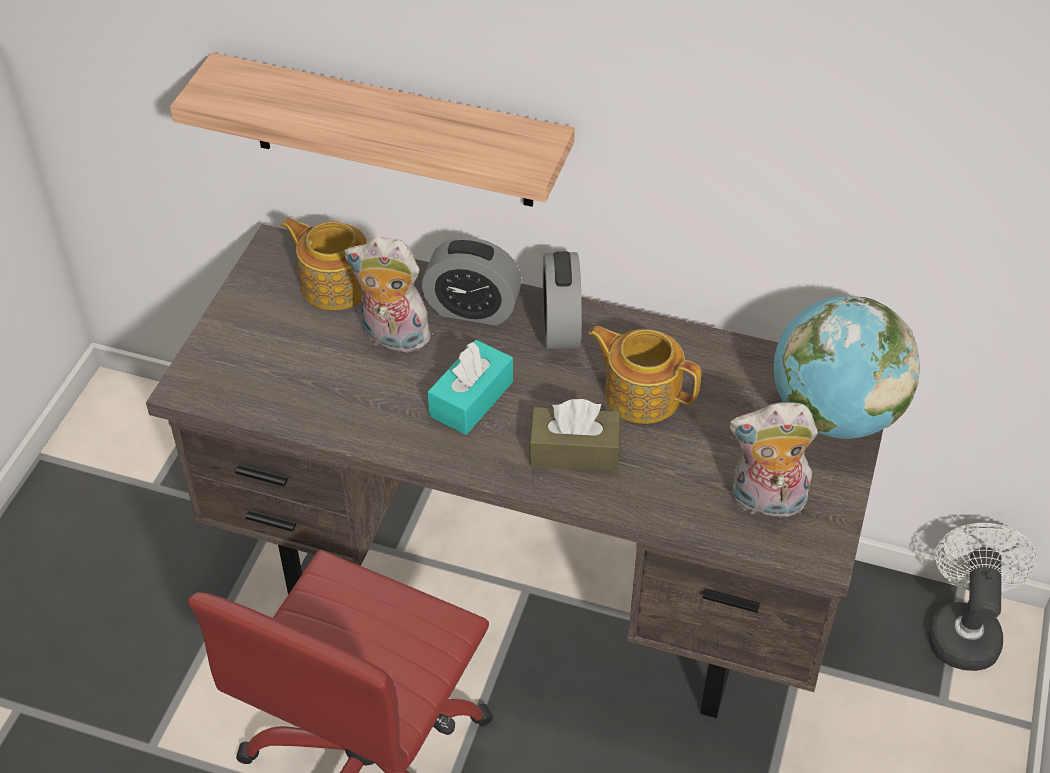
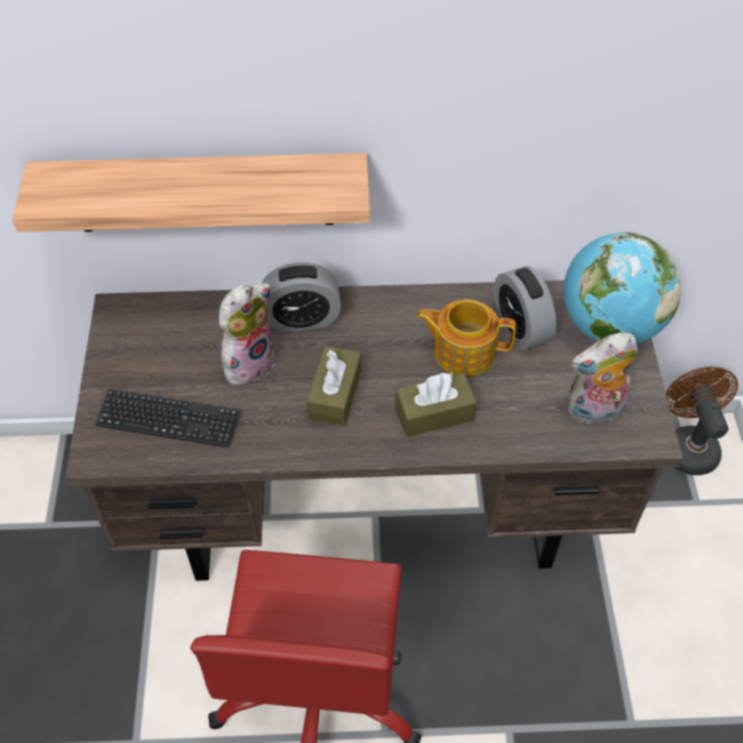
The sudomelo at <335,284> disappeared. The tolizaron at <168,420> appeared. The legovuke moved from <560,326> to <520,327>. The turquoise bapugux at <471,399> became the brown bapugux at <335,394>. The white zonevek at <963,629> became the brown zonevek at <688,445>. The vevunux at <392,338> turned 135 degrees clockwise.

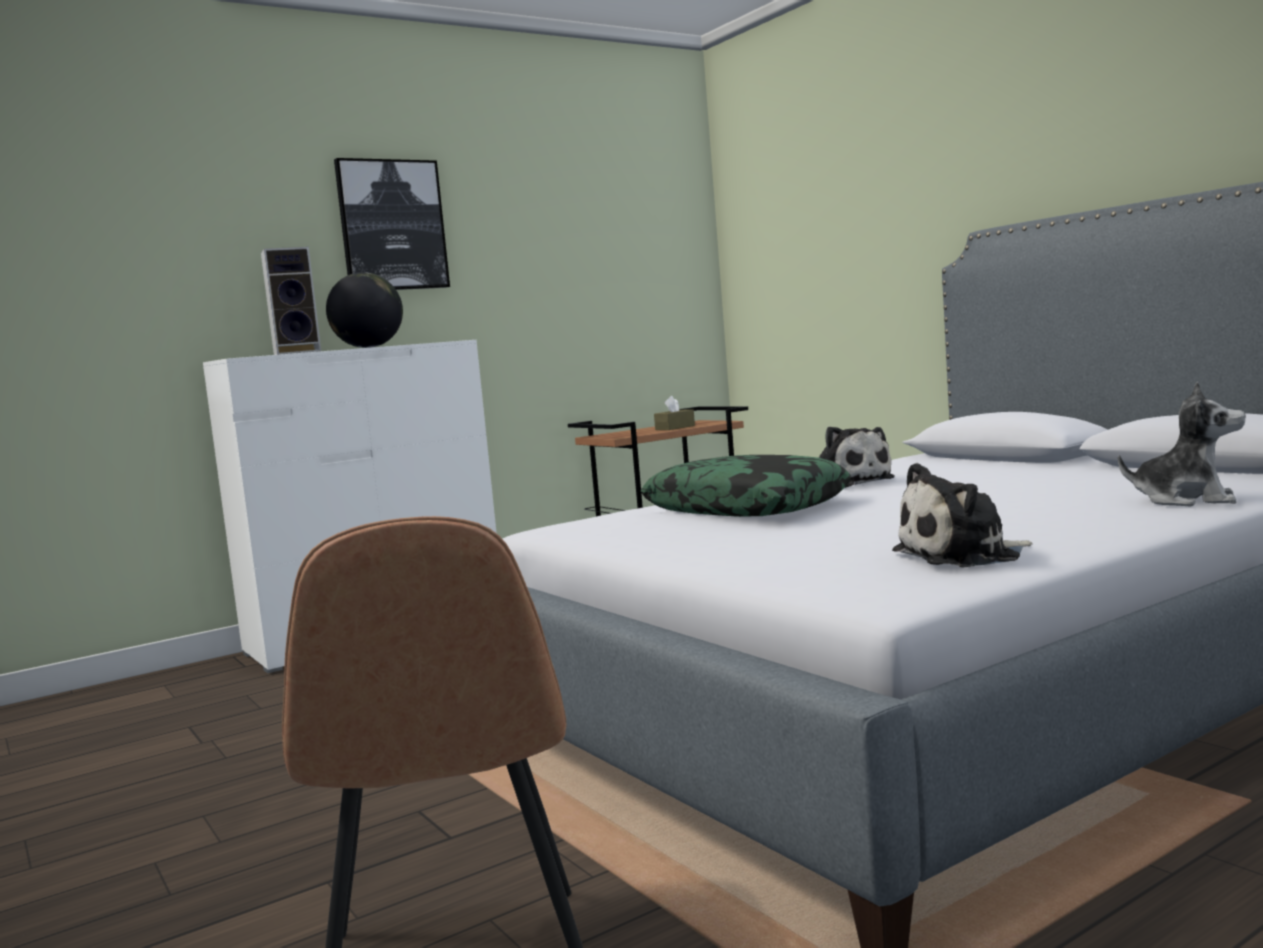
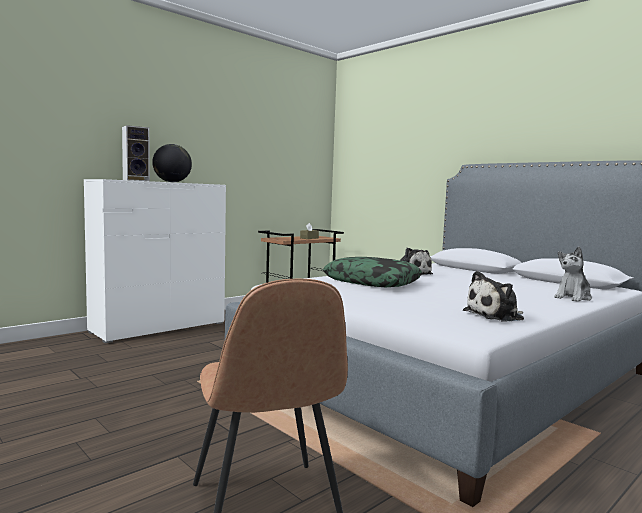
The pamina at <392,225> disappeared. The vevunux at <1186,500> turned 120 degrees clockwise.

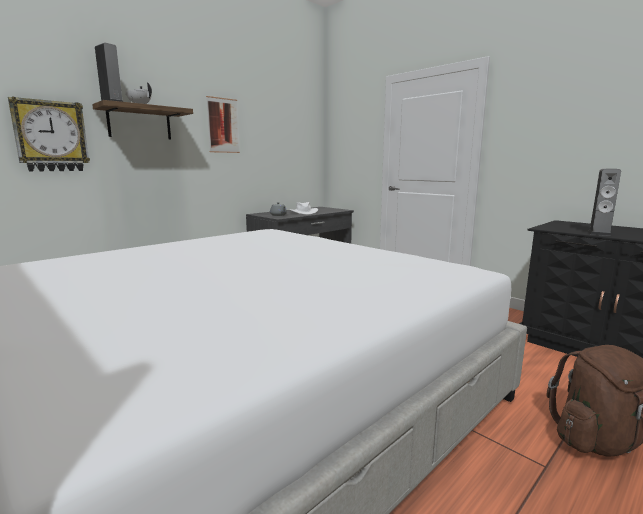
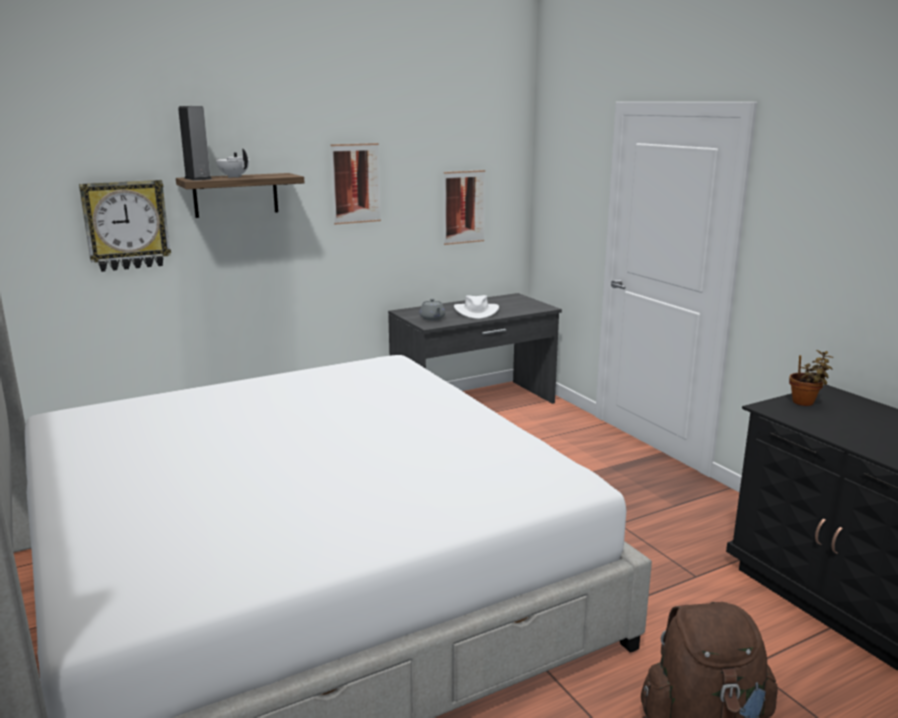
The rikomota at <599,233> disappeared. The pamina at <464,207> appeared. The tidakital at <805,403> appeared.

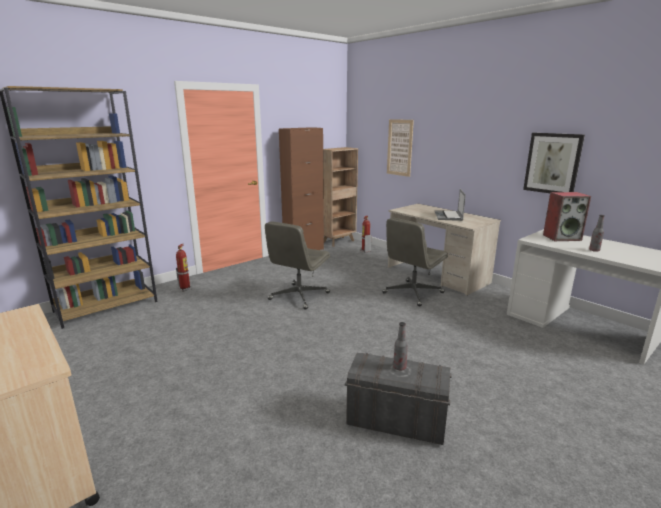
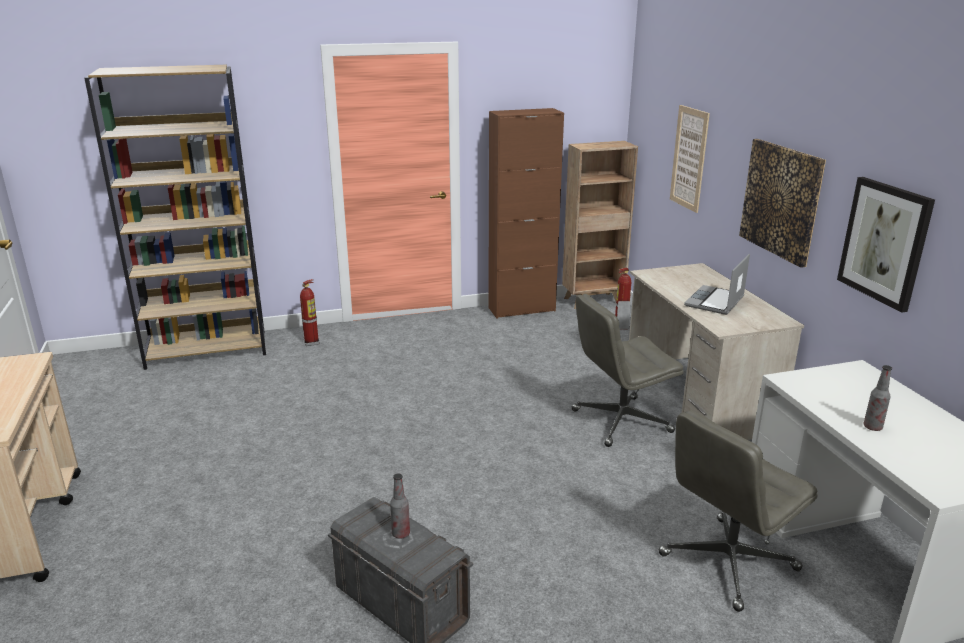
The rikomota at <562,237> disappeared. The pamina at <781,200> appeared. The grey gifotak moved from <299,296> to <727,563>.

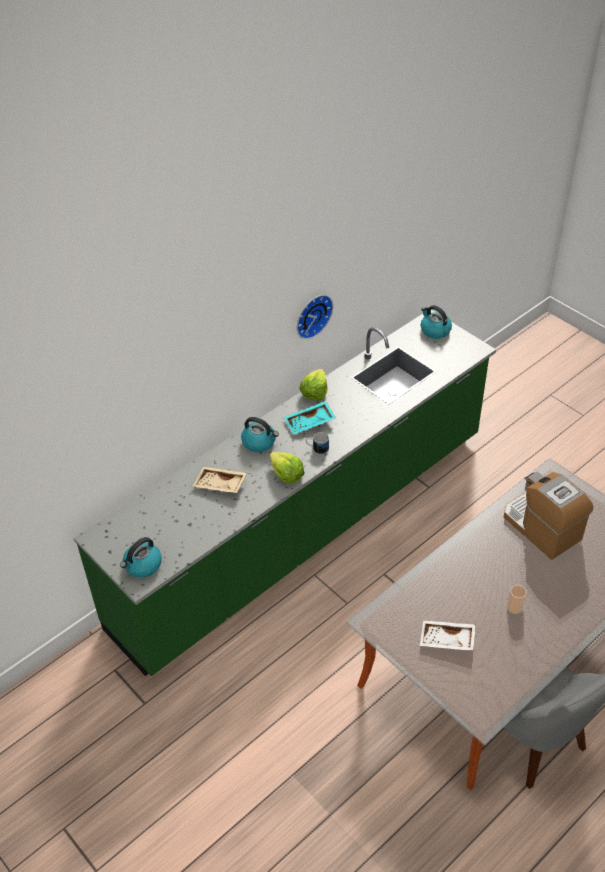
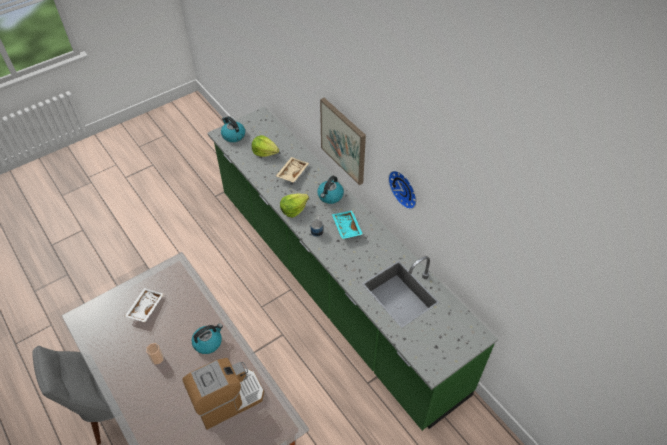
The pamina at <343,140> appeared. The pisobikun moved from <314,392> to <265,152>. The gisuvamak moved from <434,330> to <208,342>.

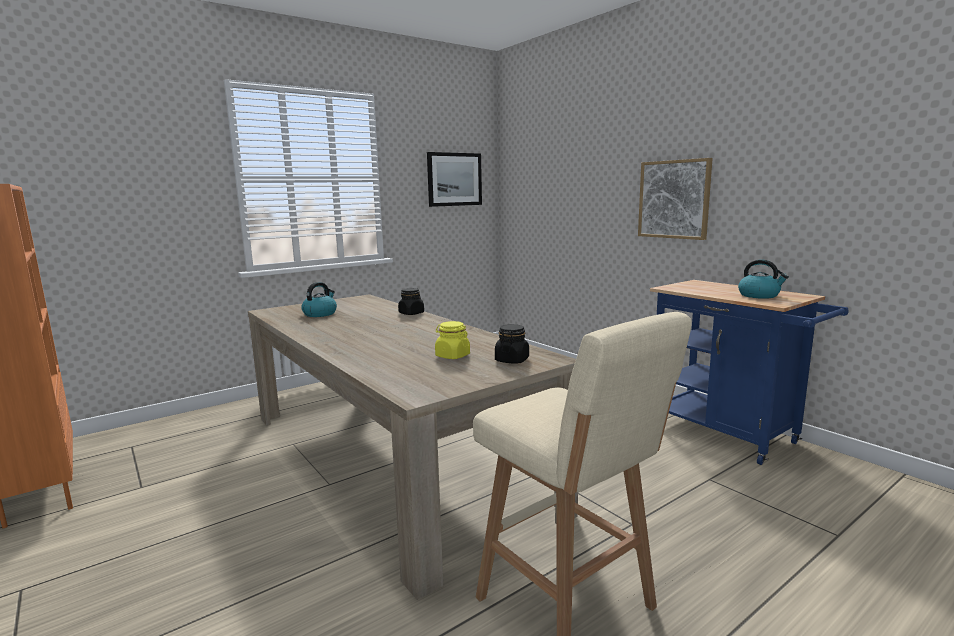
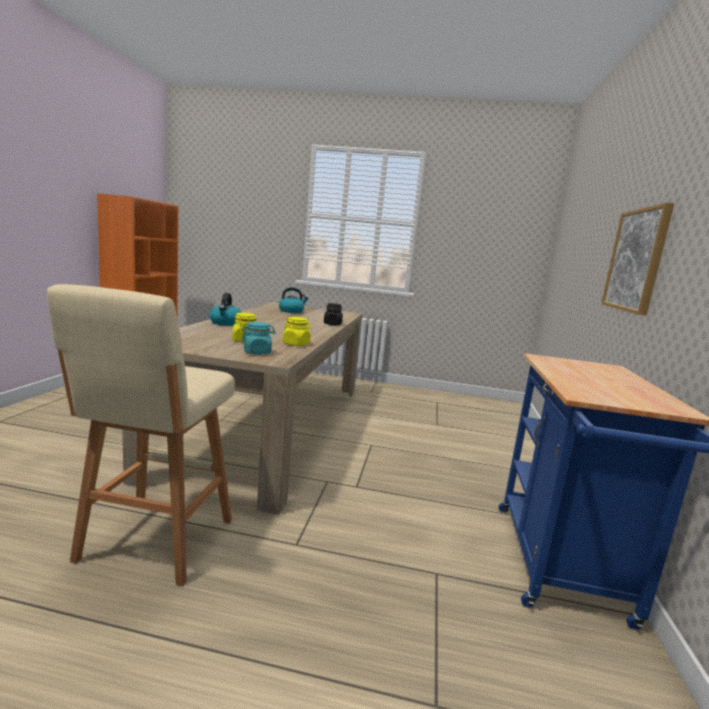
The pamina at <454,179> disappeared. The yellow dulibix at <296,344> appeared. The gisuvamak moved from <759,295> to <226,323>. The black dulibix at <512,360> became the turquoise dulibix at <257,352>.

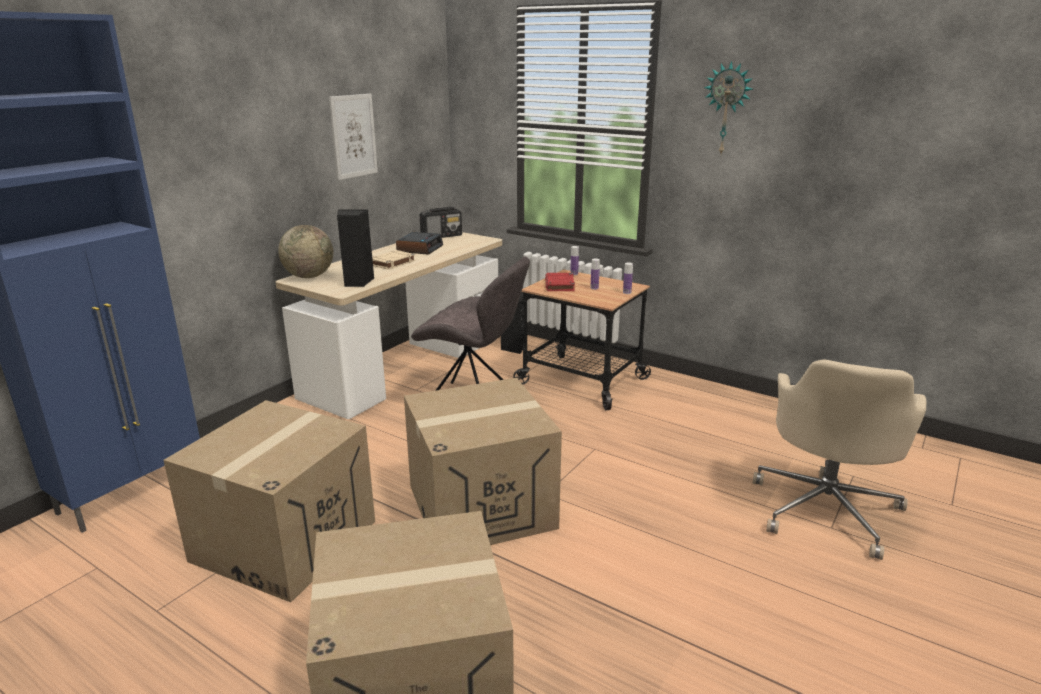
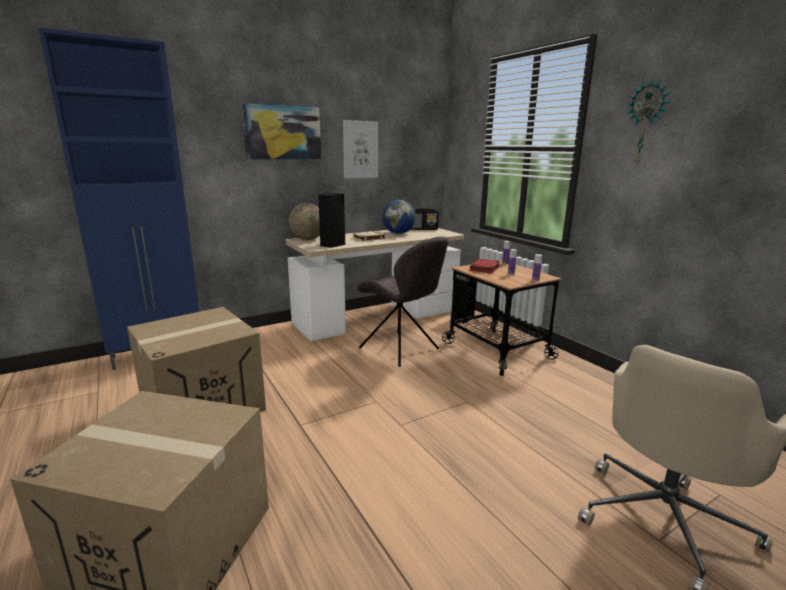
The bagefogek at <481,506> disappeared. The pamina at <283,132> appeared. The legovuke at <419,248> was replaced by the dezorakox at <398,233>.

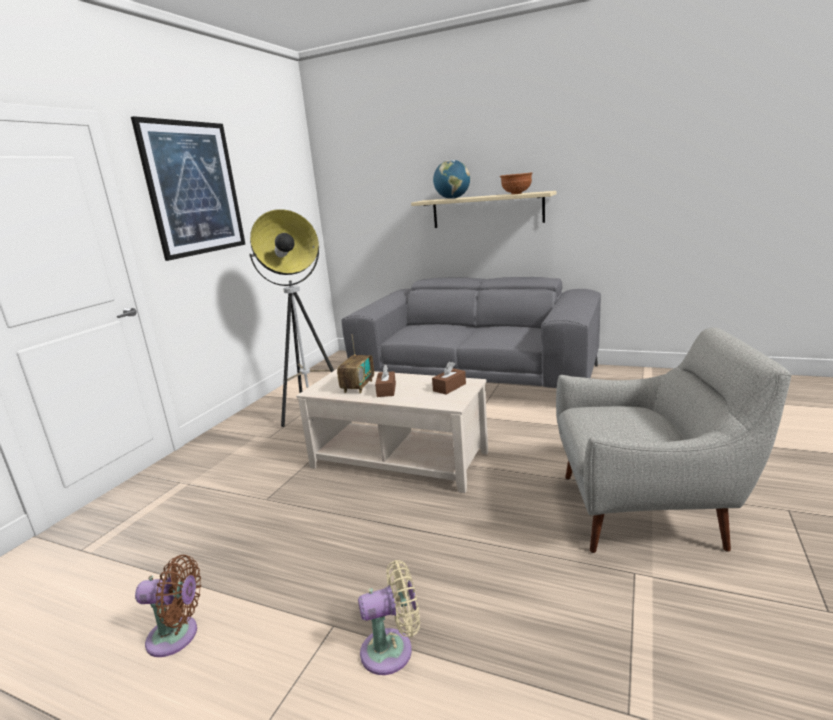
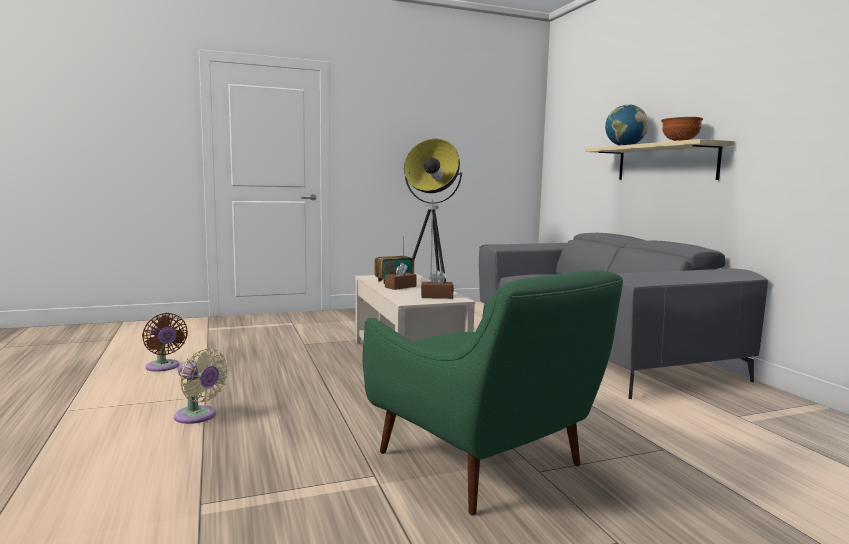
The pamina at <194,189> disappeared. The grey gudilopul at <647,510> became the green gudilopul at <485,463>.

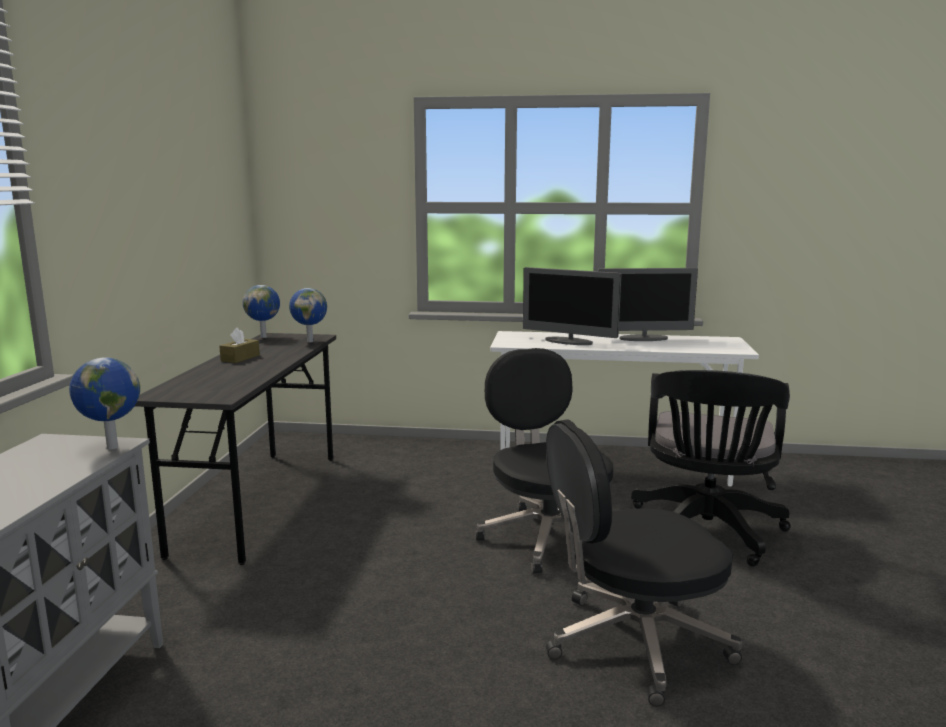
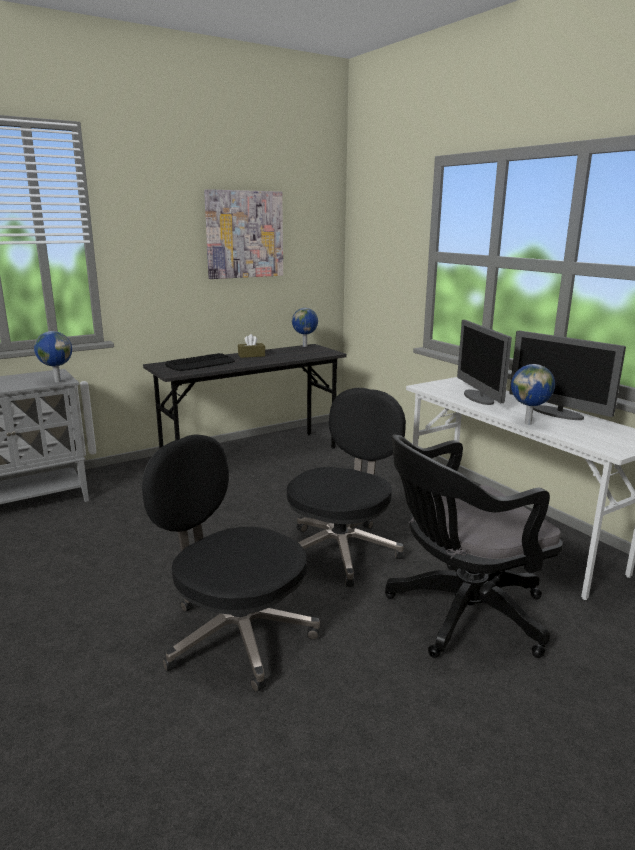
The tolizaron at <201,363> appeared. The pamina at <244,234> appeared. The dezorakox moved from <310,341> to <528,423>.

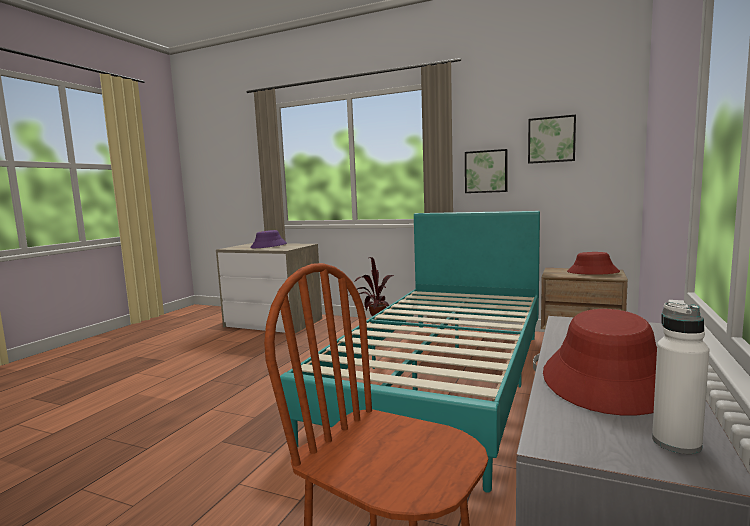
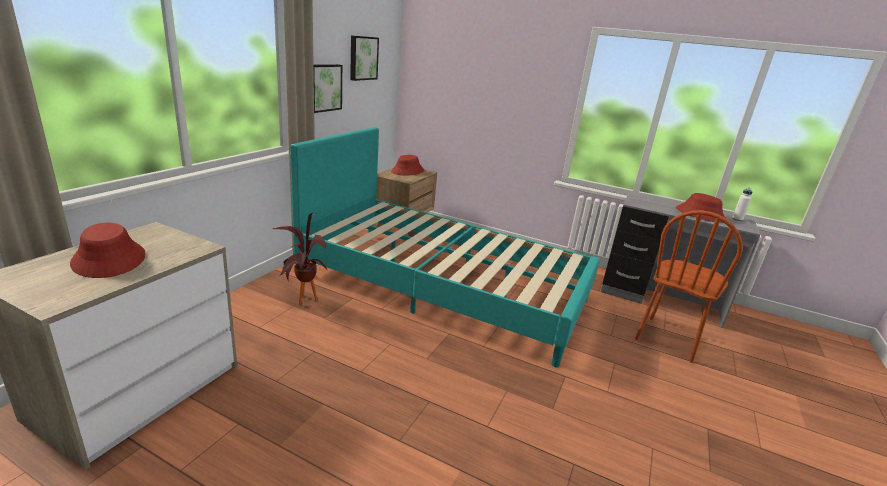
The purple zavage at <268,246> became the red zavage at <110,259>.

